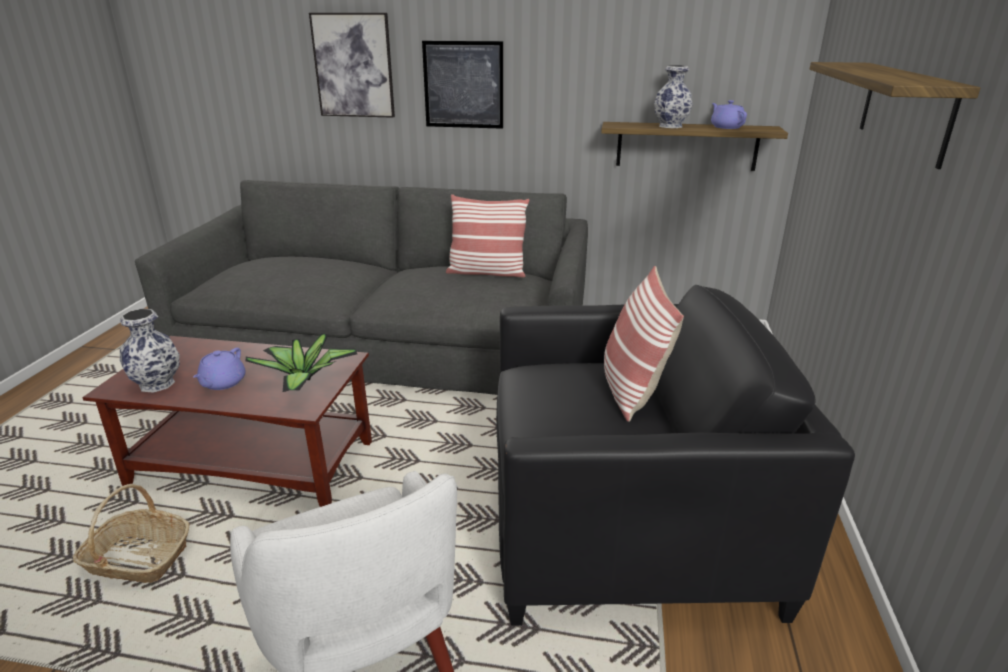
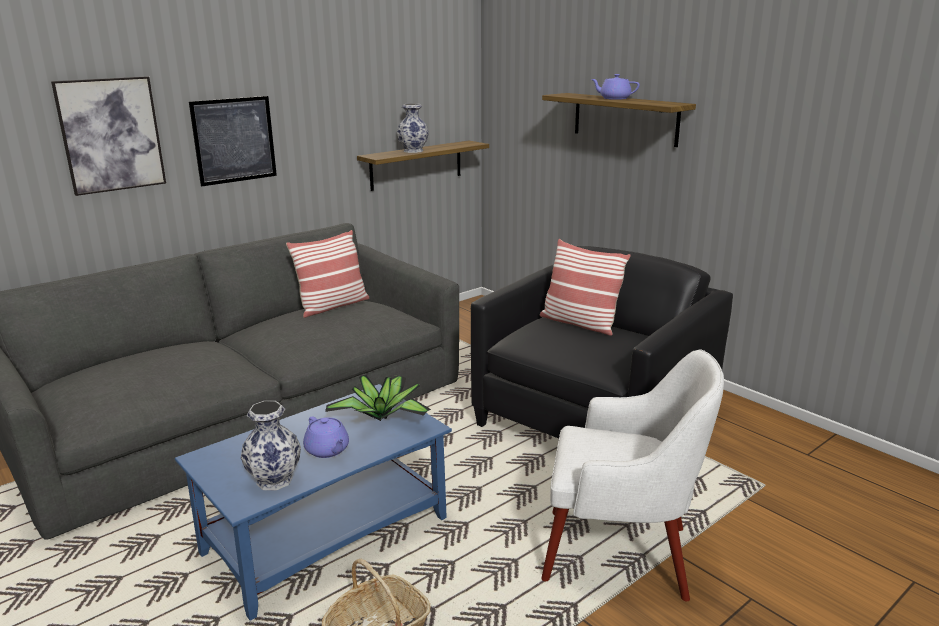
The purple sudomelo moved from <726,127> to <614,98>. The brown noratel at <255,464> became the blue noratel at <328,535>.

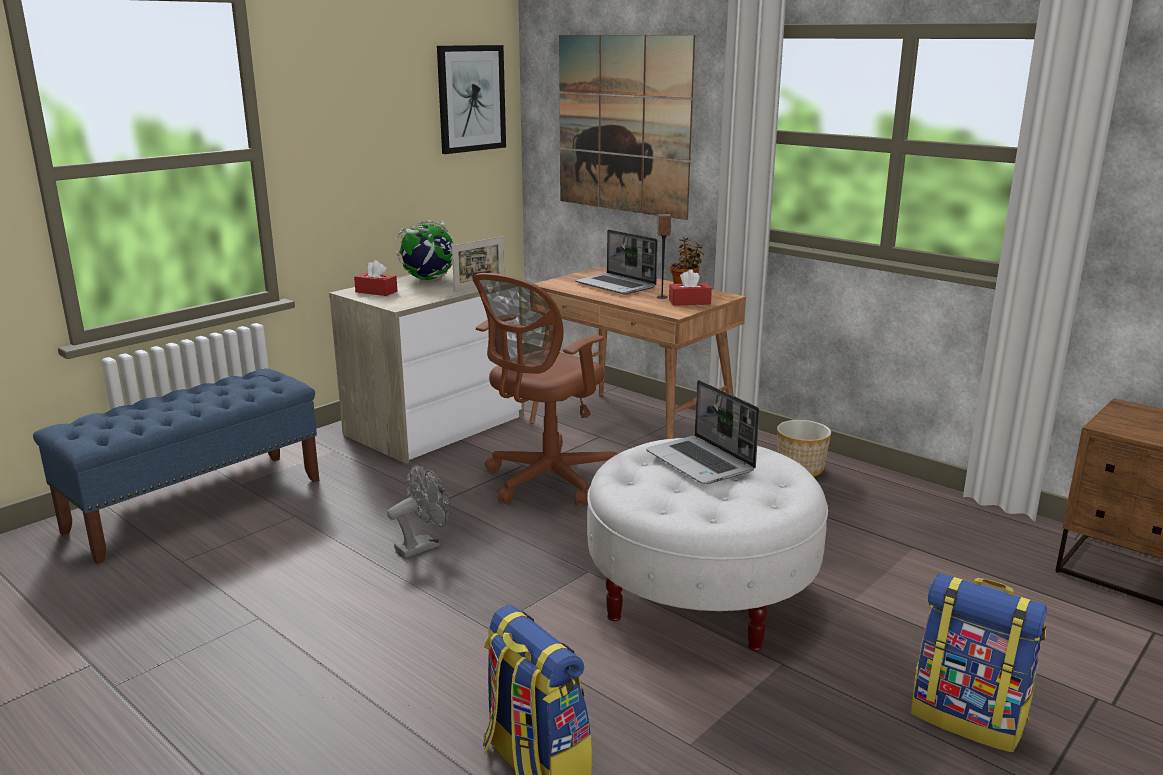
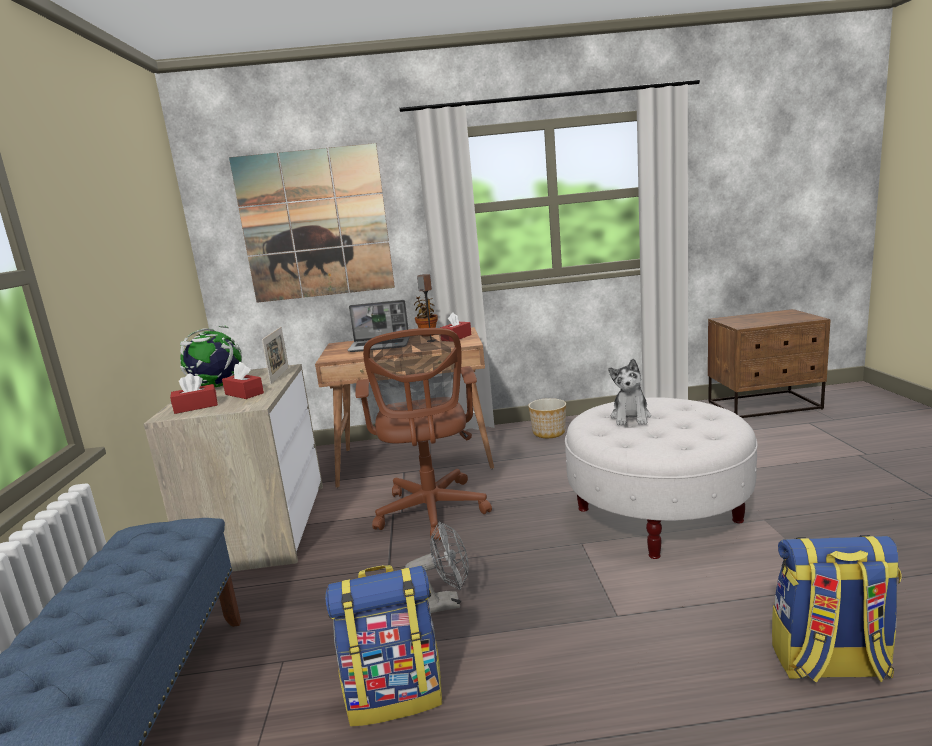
The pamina at <471,98> disappeared. The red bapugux at <244,394> appeared. The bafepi moved from <969,717> to <395,695>. The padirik at <701,462> was replaced by the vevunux at <631,417>. The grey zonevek at <423,545> turned 75 degrees clockwise.

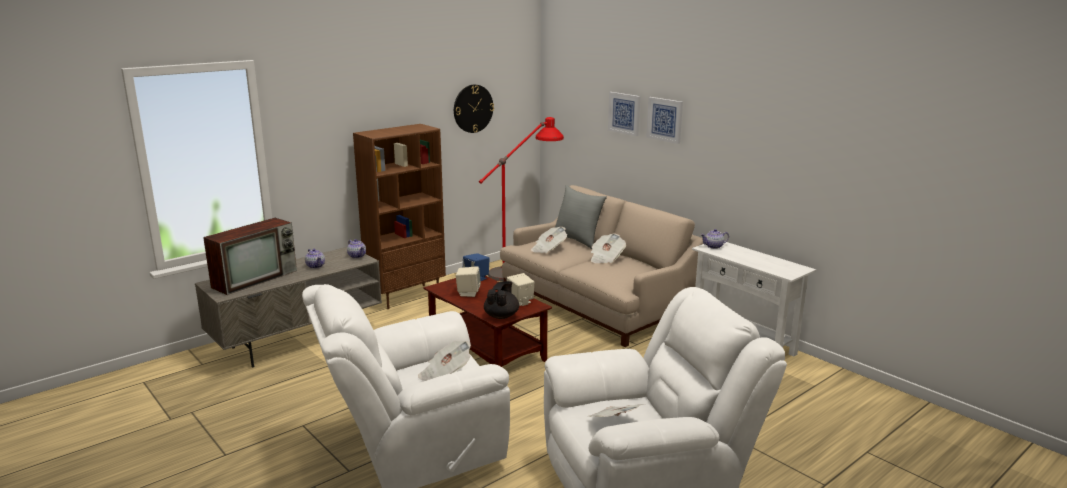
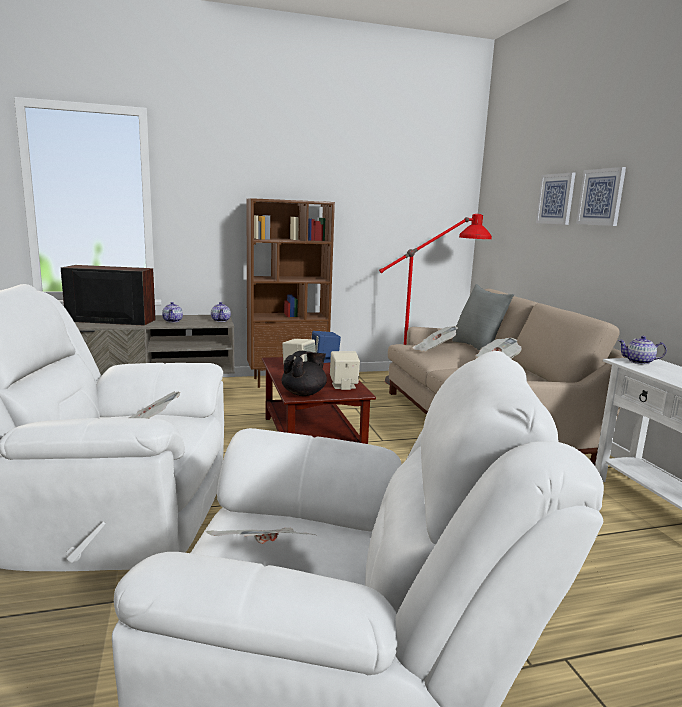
The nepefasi at <473,108> disappeared. The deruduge at <256,278> turned 150 degrees counterclockwise.

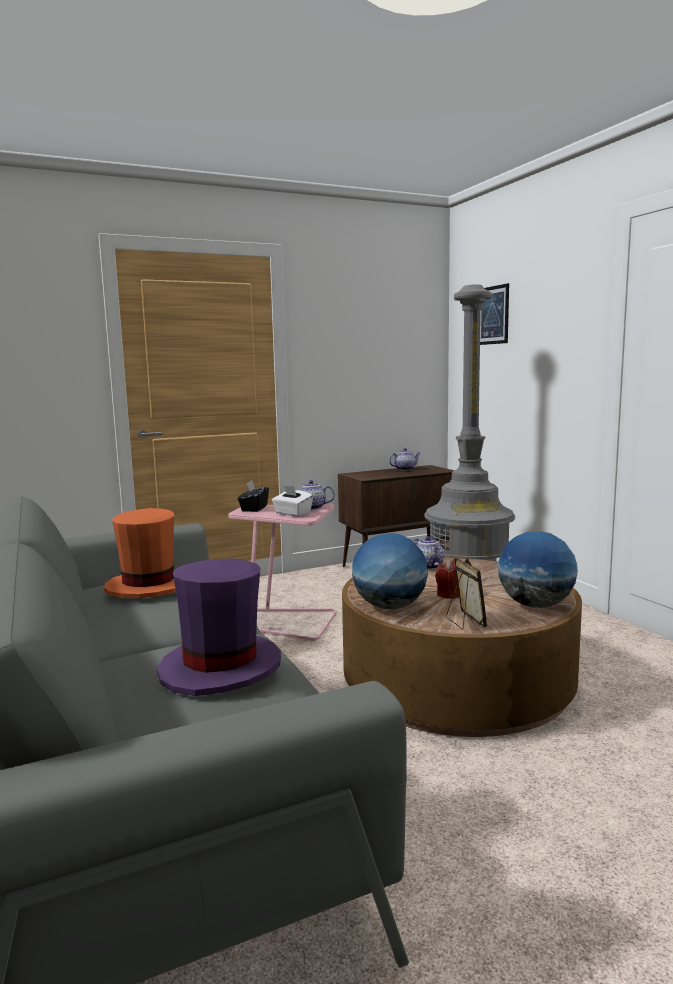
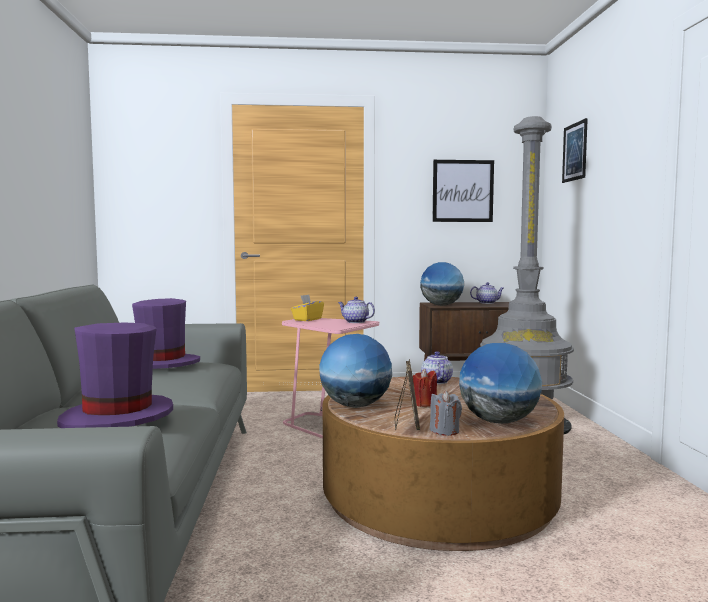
The white bapugux at <292,514> disappeared. The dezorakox at <441,305> appeared. The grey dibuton at <444,431> appeared. The pamina at <463,191> appeared. The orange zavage at <149,587> became the purple zavage at <162,364>. The black bapugux at <253,509> became the yellow bapugux at <307,319>.

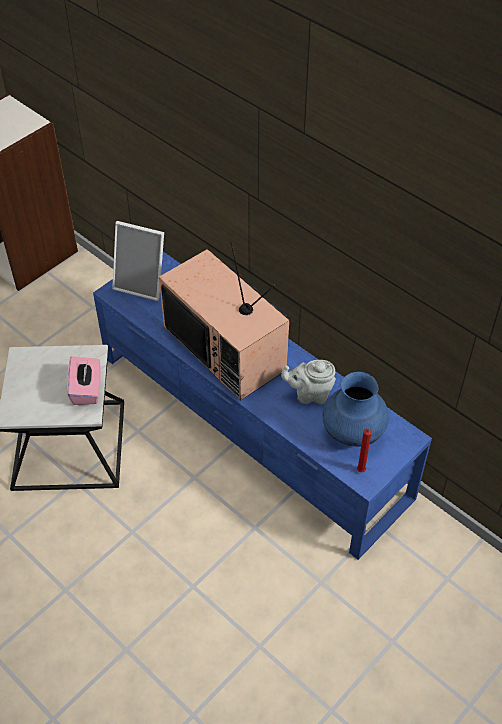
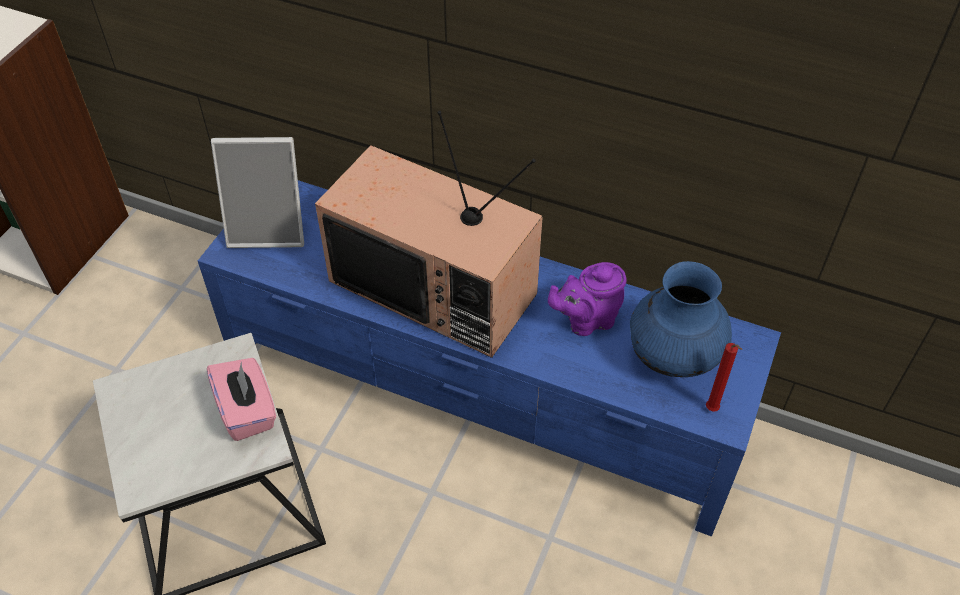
The grey sudomelo at <310,394> became the purple sudomelo at <586,320>.

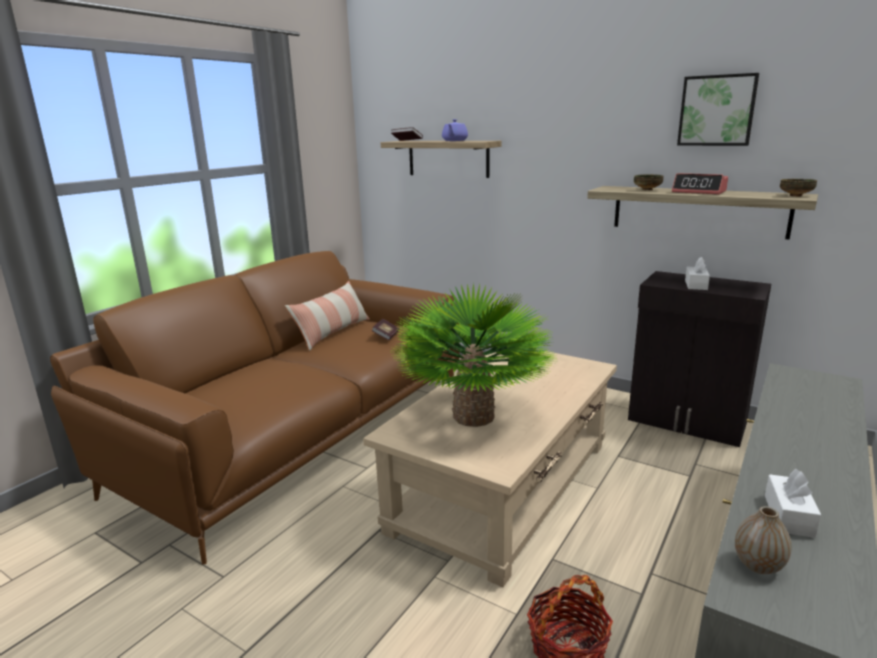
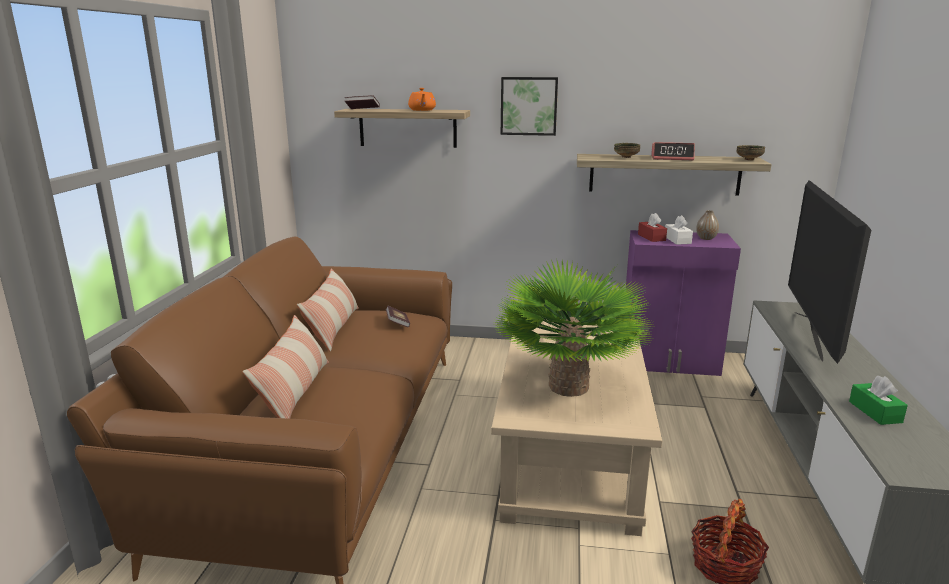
The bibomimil at <294,392> appeared. The red bapugux at <651,237> appeared. The deruduge at <809,335> appeared. The pamina moved from <717,110> to <529,106>. The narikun moved from <758,565> to <706,238>. The purple sudomelo at <454,141> became the orange sudomelo at <422,110>. The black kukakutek at <687,422> became the purple kukakutek at <669,362>. The white bapugux at <788,515> became the green bapugux at <875,412>.

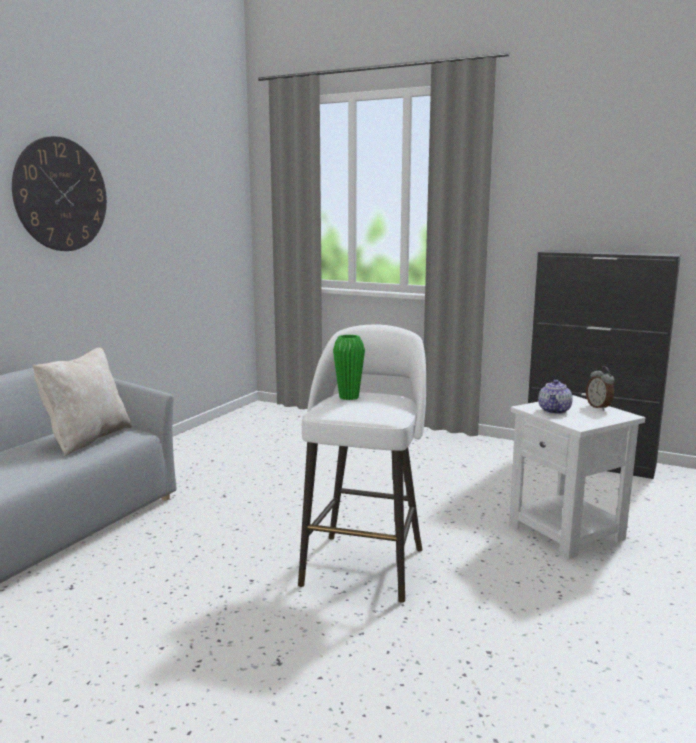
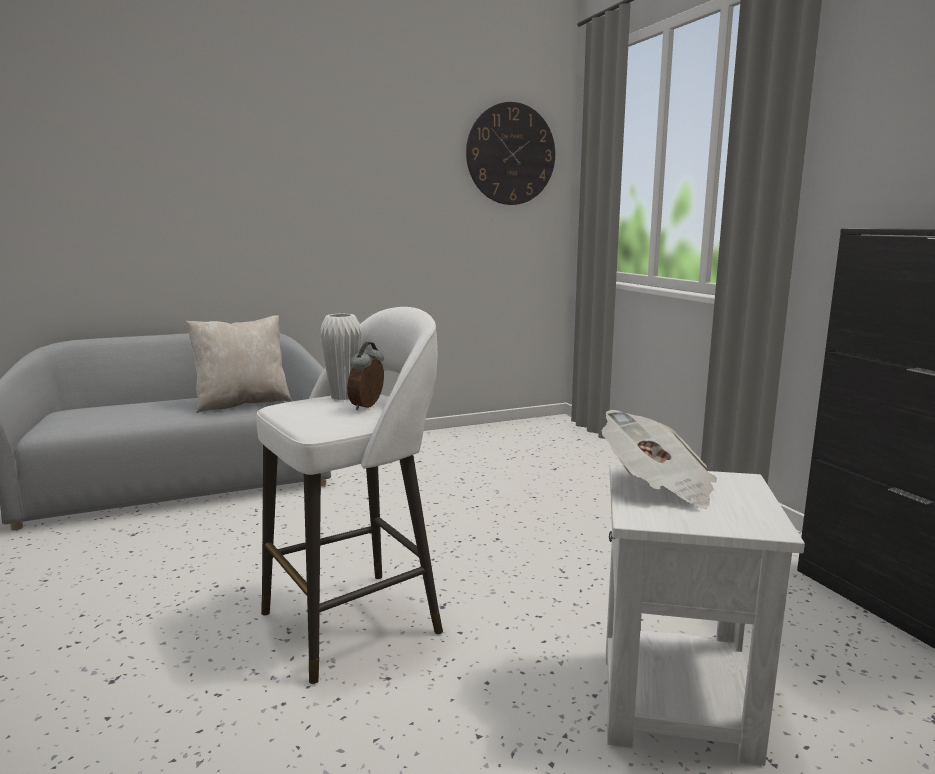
The nepefasi moved from <61,194> to <511,154>. The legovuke moved from <599,407> to <368,406>. The sudomelo at <554,411> was replaced by the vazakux at <658,487>. The green narikun at <349,397> became the white narikun at <344,396>.

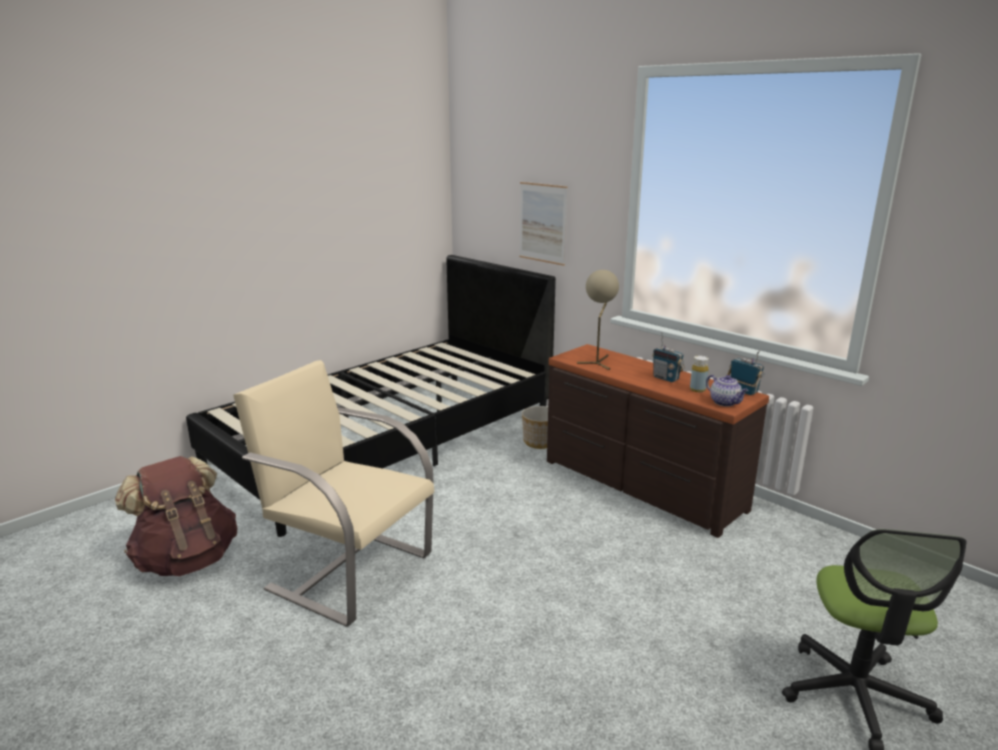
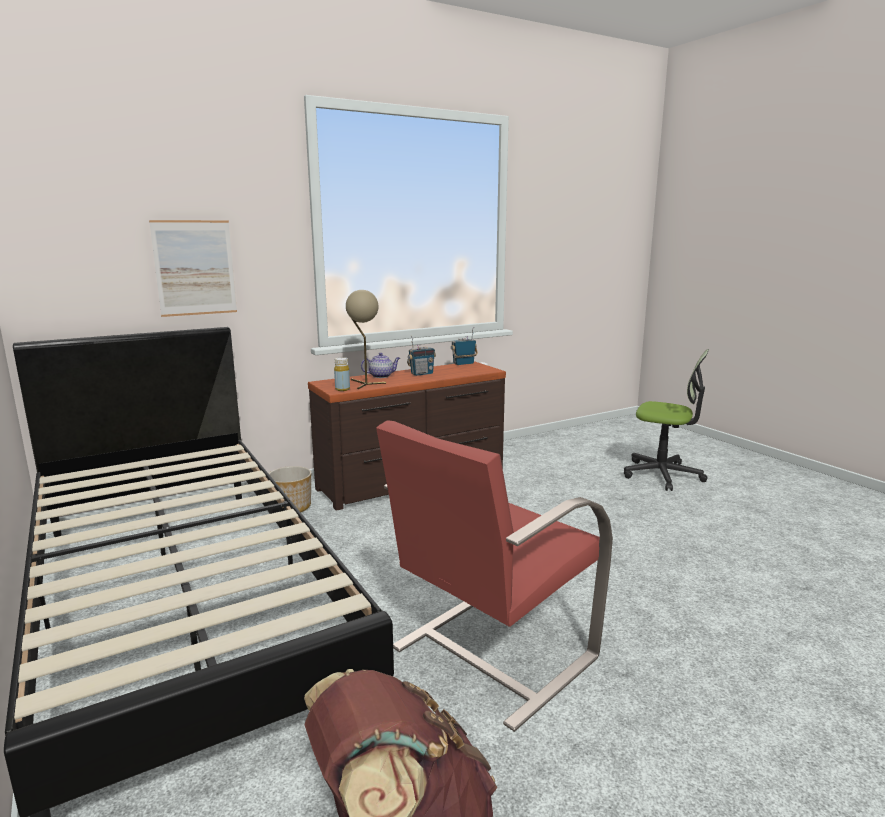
The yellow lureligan moved from <697,389> to <342,389>. The sudomelo moved from <725,403> to <381,376>. The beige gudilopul at <349,570> became the red gudilopul at <491,653>.

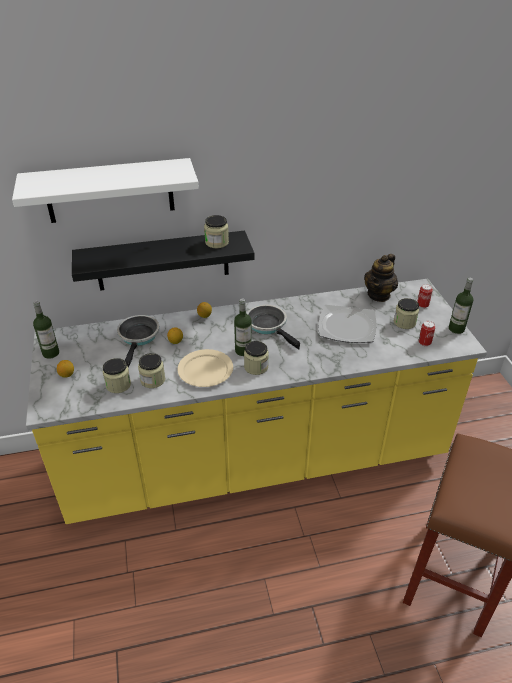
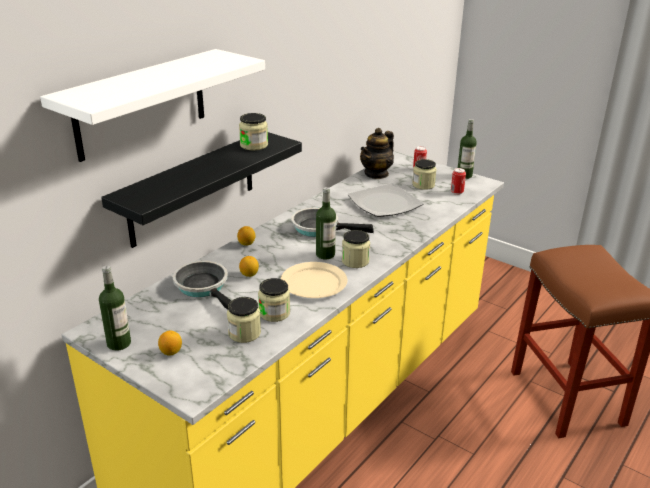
The sudomelo at <379,295> turned 45 degrees clockwise.

